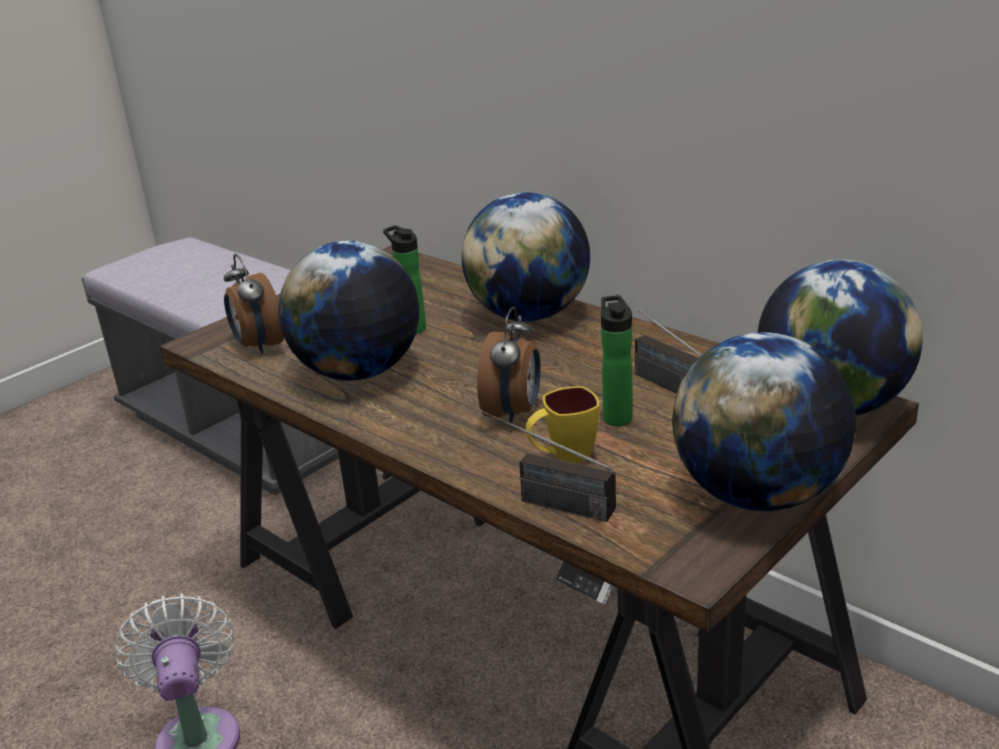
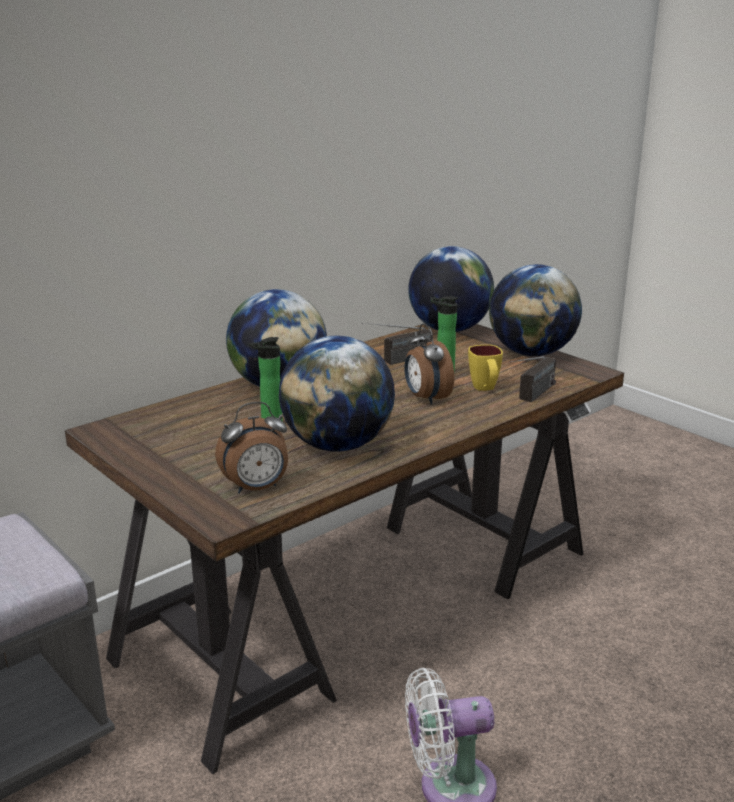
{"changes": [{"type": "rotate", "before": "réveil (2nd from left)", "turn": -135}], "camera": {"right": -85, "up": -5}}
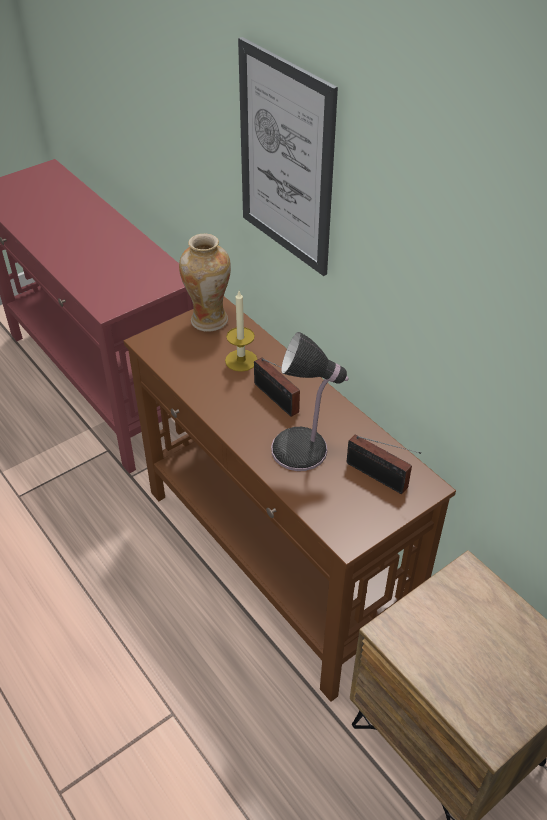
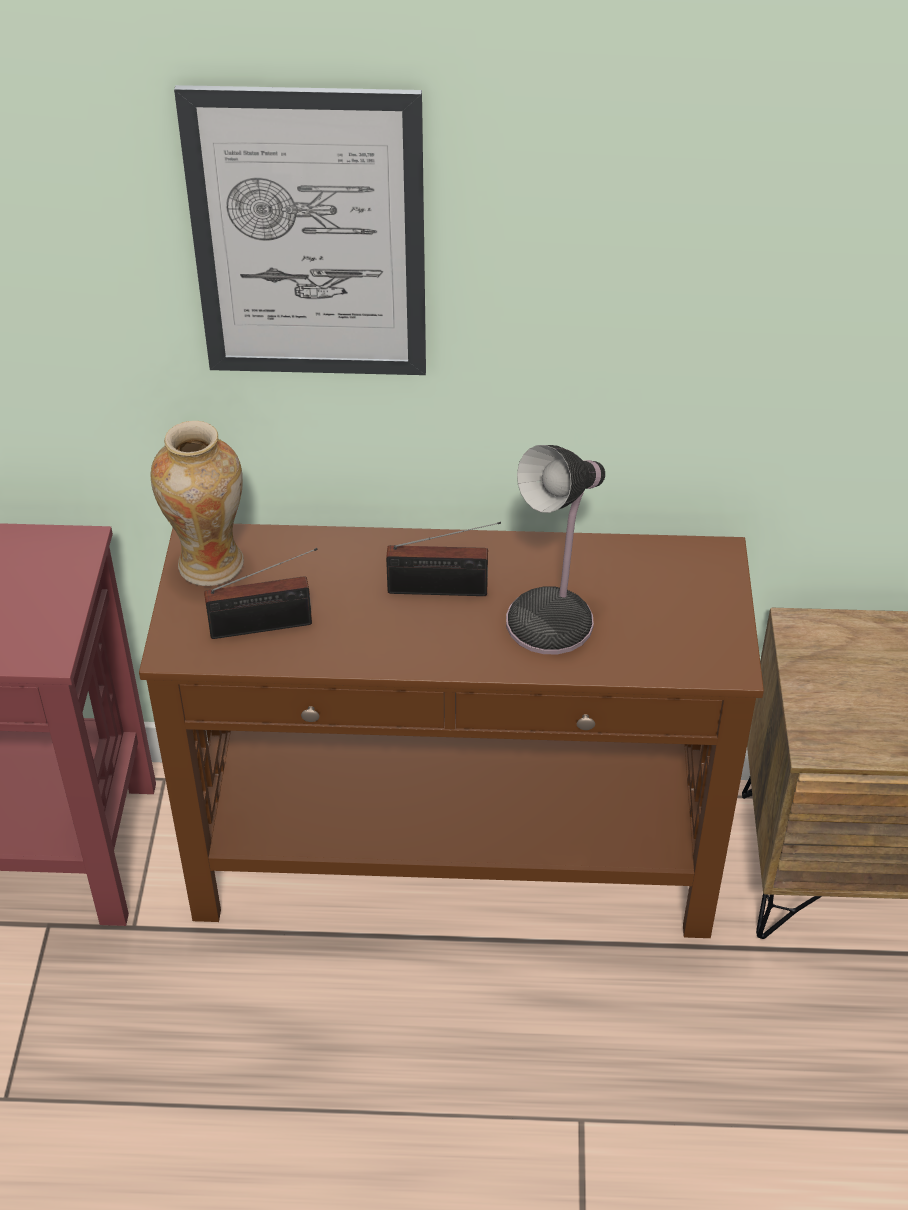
{"changes": [{"type": "delete", "before": "bougie"}, {"type": "move", "before": "radio (2nd from left in the first image)", "after": "radio (1st from left)"}], "camera": {"right": -50, "up": 0}}
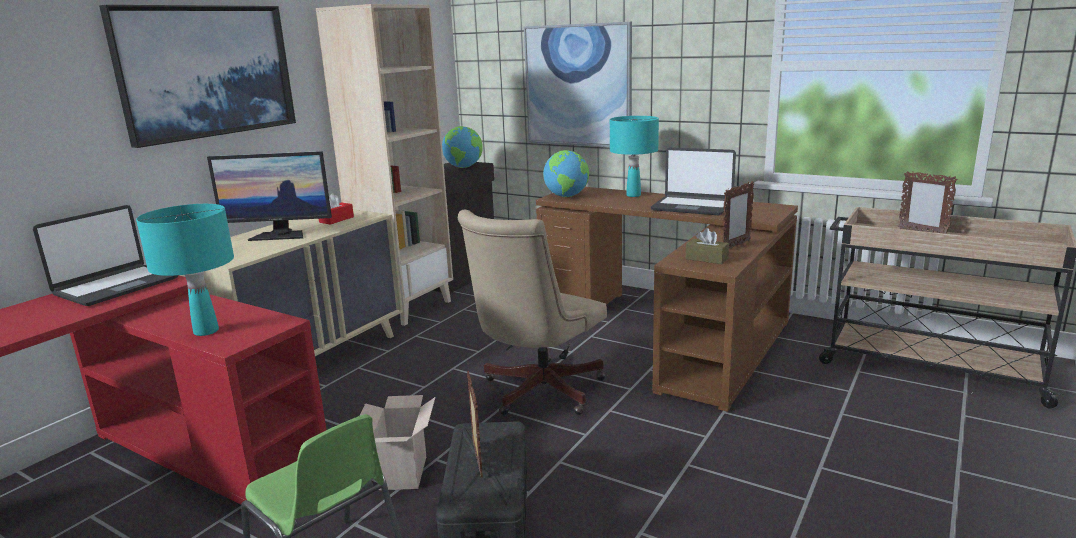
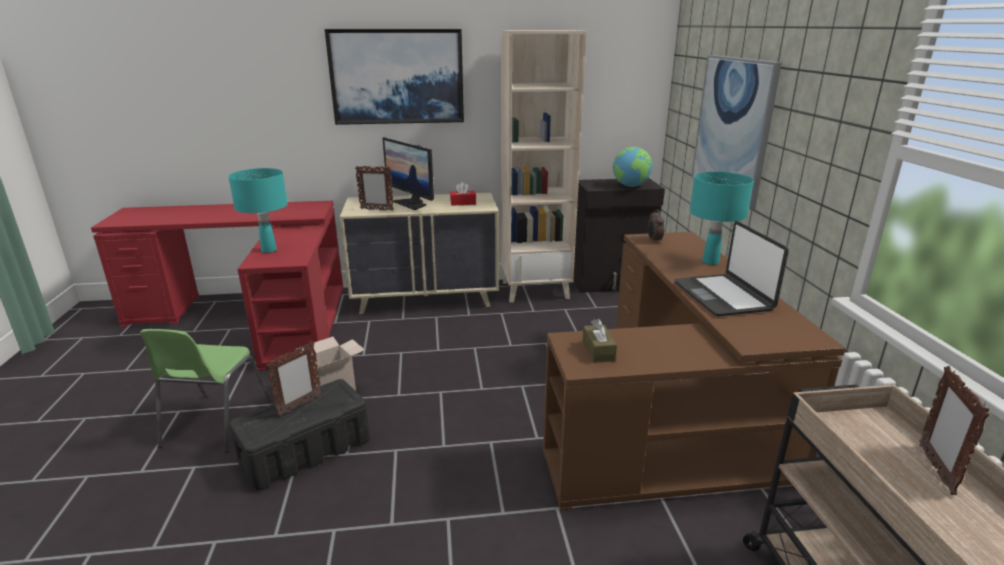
{"changes": [{"type": "replace", "before": "globe (2nd from left)", "after": "réveil"}, {"type": "move", "before": "cadre photo (2nd from left)"}, {"type": "delete", "before": "ordinateur portable (1st from left)"}, {"type": "delete", "before": "chaise de bureau/beige"}], "camera": {"right": 50, "up": 5}}
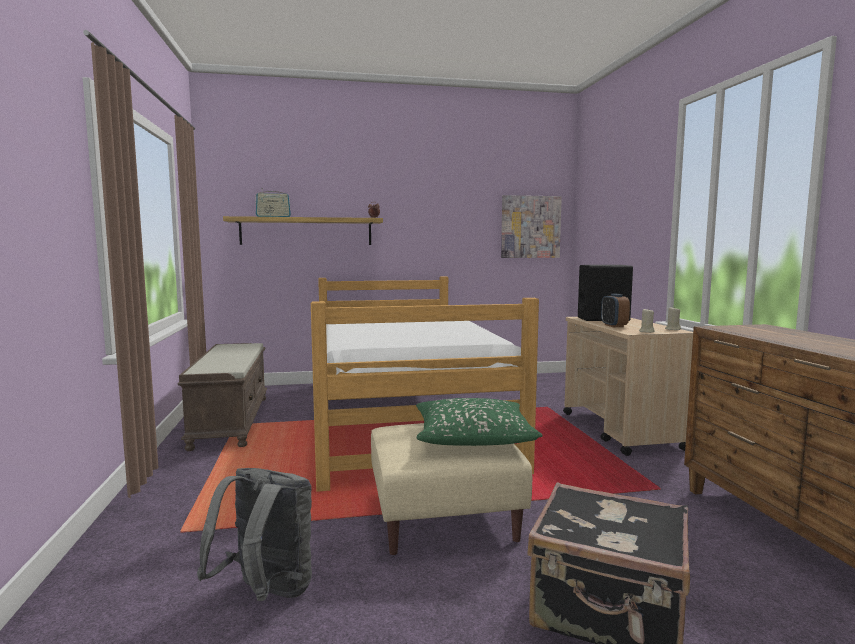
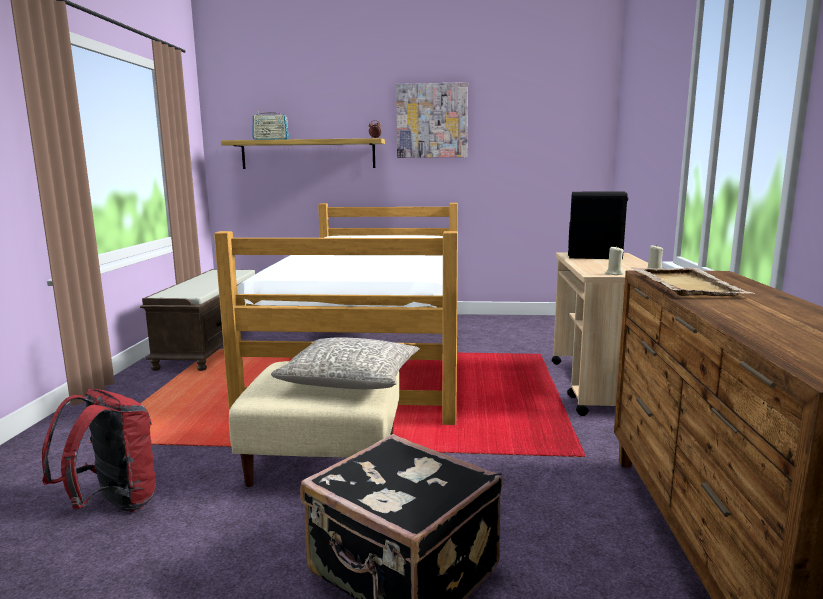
{"changes": [{"type": "move", "before": "tableau"}, {"type": "delete", "before": "réveil (2nd from left)"}, {"type": "recolor", "before": "coussin/vert", "after": "coussin/gris"}, {"type": "recolor", "before": "sac à dos/gris", "after": "sac à dos/rouge"}, {"type": "insert", "after": "plateau/beige"}], "camera": {"right": 15, "up": 5}}
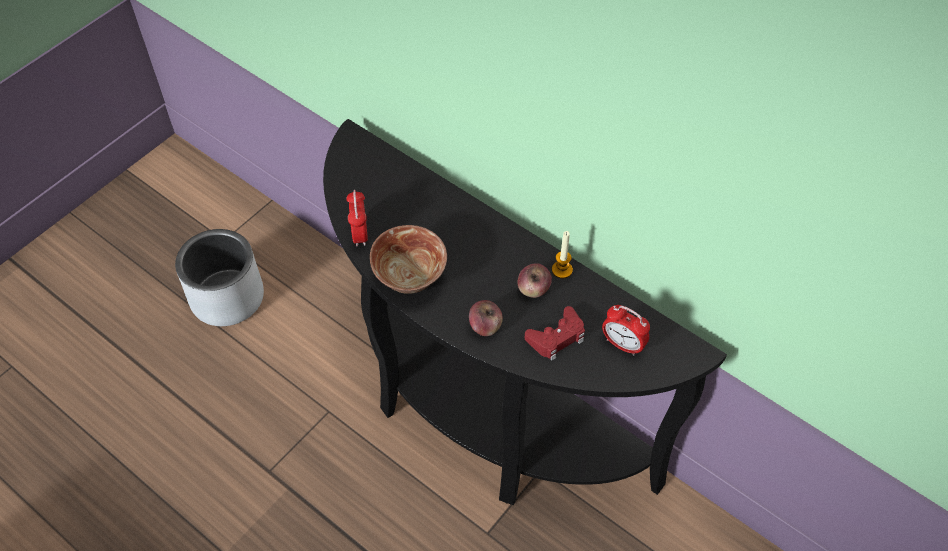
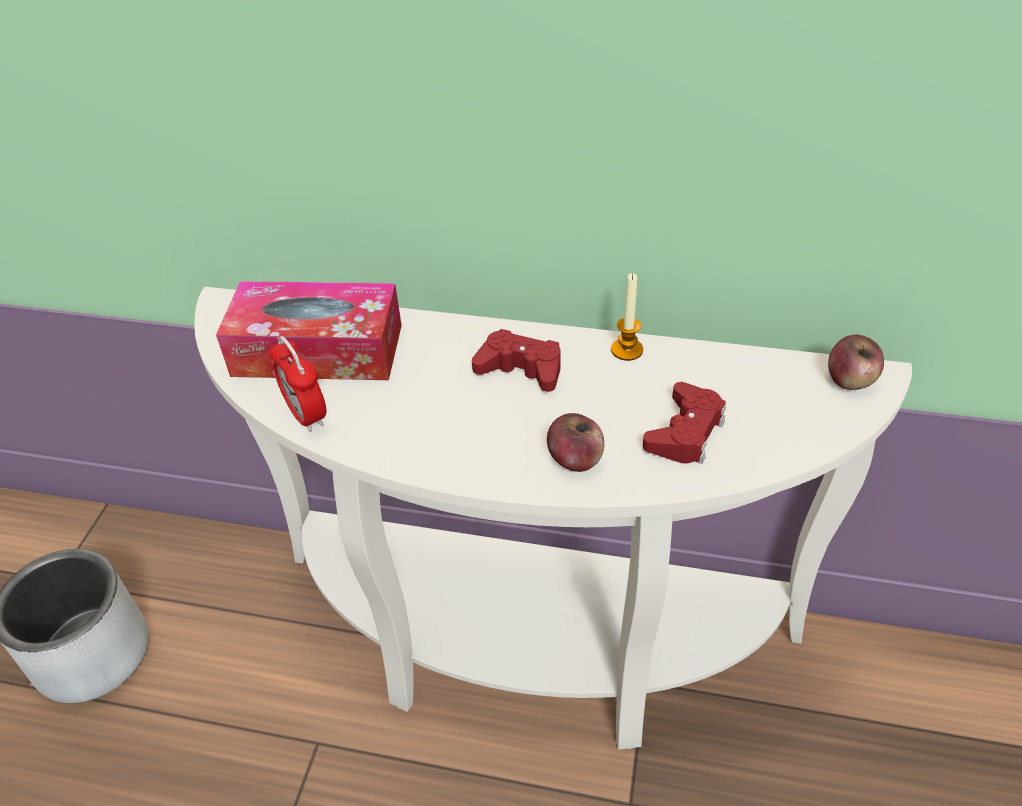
{"changes": [{"type": "recolor", "before": "table console/noir", "after": "table console/blanc"}, {"type": "delete", "before": "bol"}, {"type": "move", "before": "pomme (2nd from left)"}, {"type": "delete", "before": "réveil (2nd from left)"}, {"type": "insert", "after": "boîte à mouchoirs"}, {"type": "insert", "after": "manette/rouge (1st from left)"}], "camera": {"right": -25, "up": -10}}
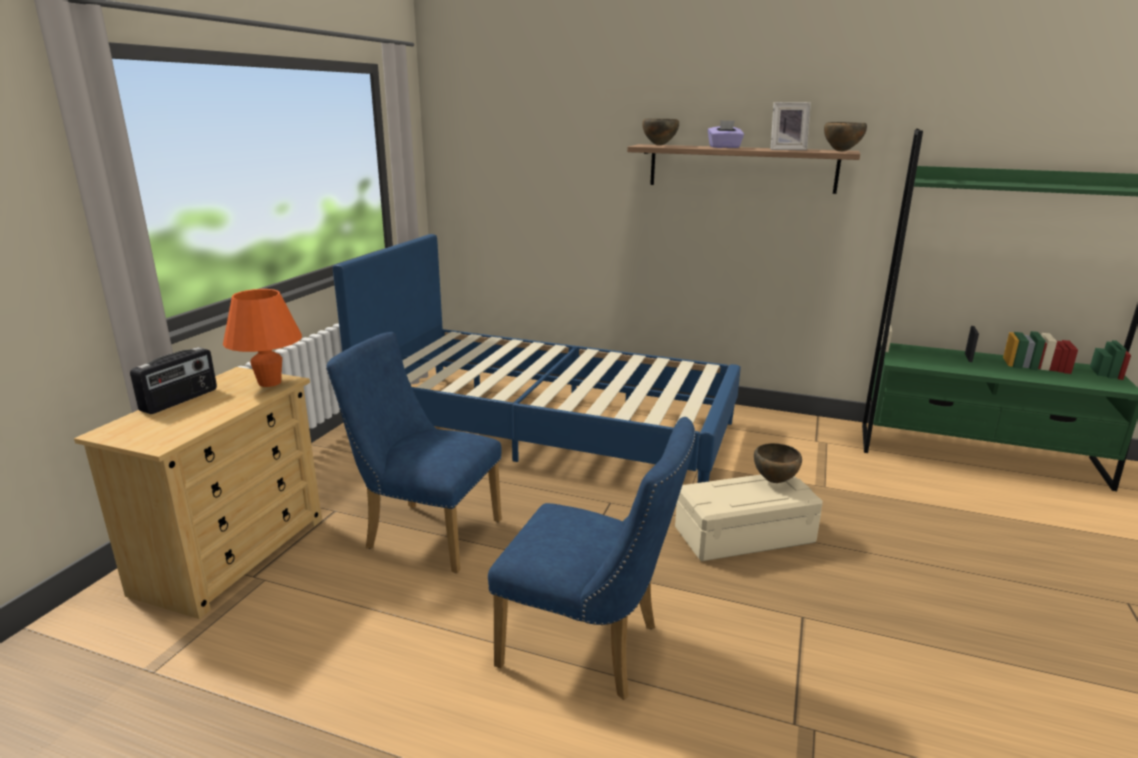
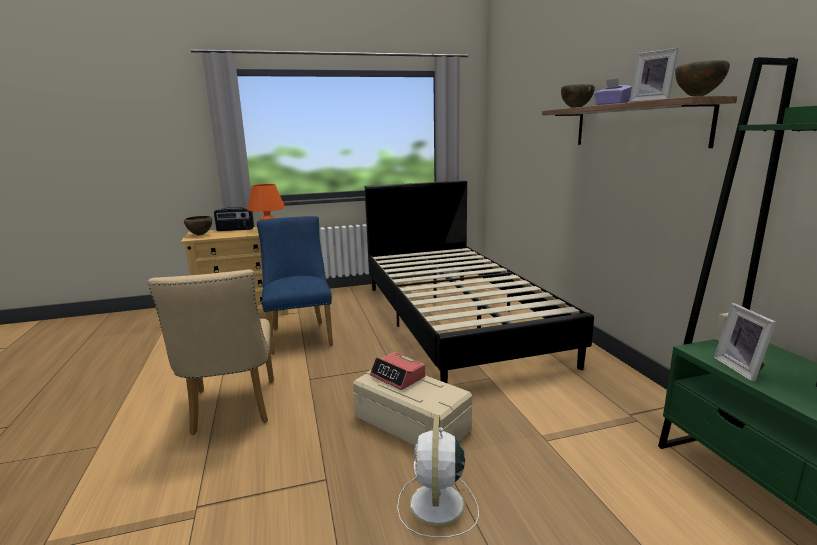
{"changes": [{"type": "recolor", "before": "lit/bleu", "after": "lit/noir"}, {"type": "recolor", "before": "chaise/bleu (2nd from left)", "after": "chaise/beige"}, {"type": "move", "before": "bol/marron (2nd from left in the first image)", "after": "bol/marron (1st from left)"}, {"type": "insert", "after": "cadre photo (2nd from left)"}, {"type": "insert", "after": "réveil"}, {"type": "insert", "after": "ventilateur/blanc"}], "camera": {"right": 55, "up": -5}}
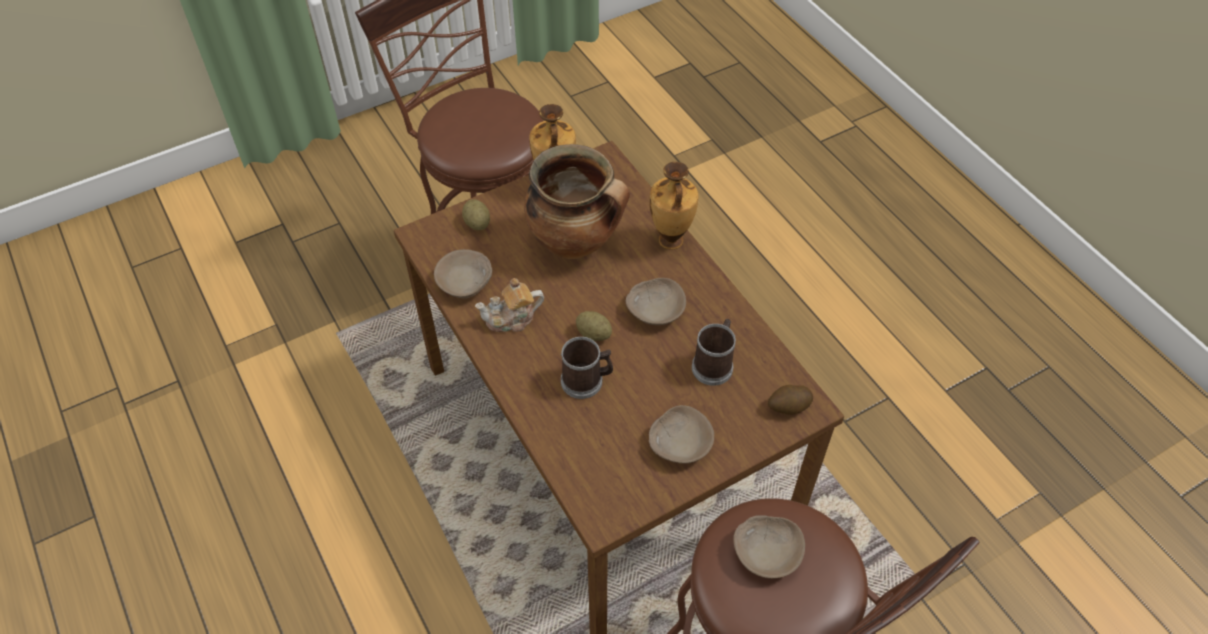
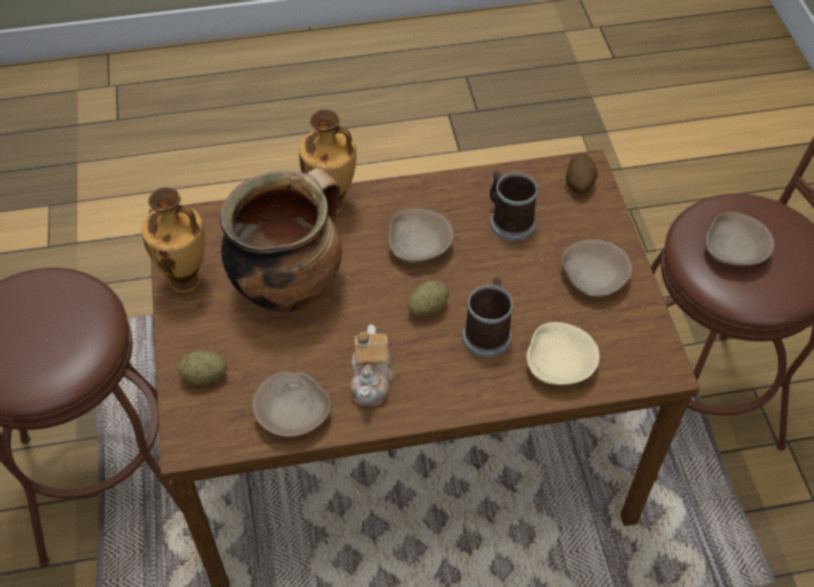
{"changes": [{"type": "insert", "after": "bol/beige (3rd from left)"}], "camera": {"right": -70, "up": 0}}
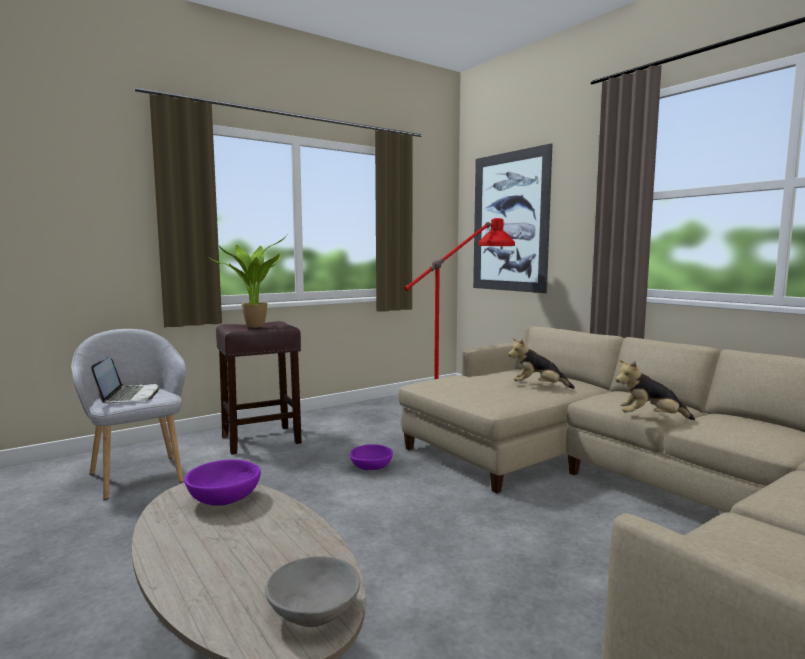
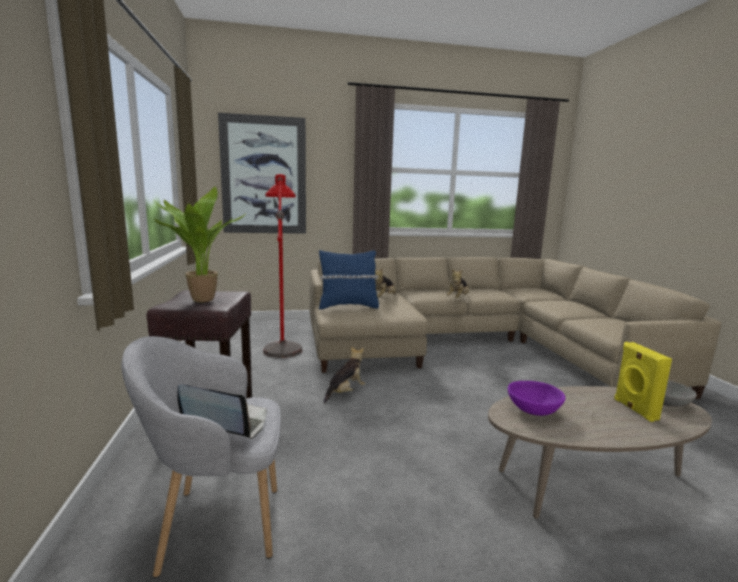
{"changes": [{"type": "replace", "before": "bol/violet (2nd from left)", "after": "peluche (1st from left)"}, {"type": "insert", "after": "coussin/bleu"}, {"type": "insert", "after": "enceinte/jaune"}], "camera": {"right": -65, "up": 5}}
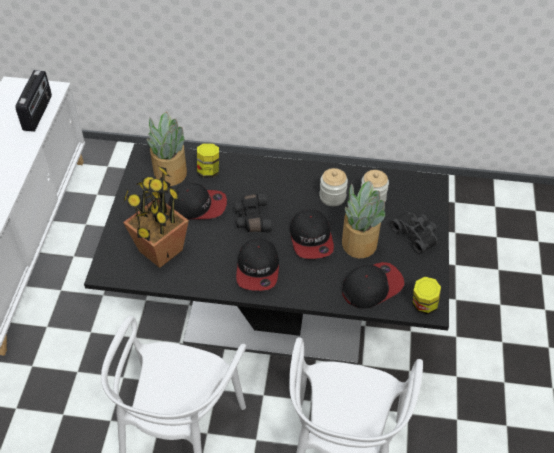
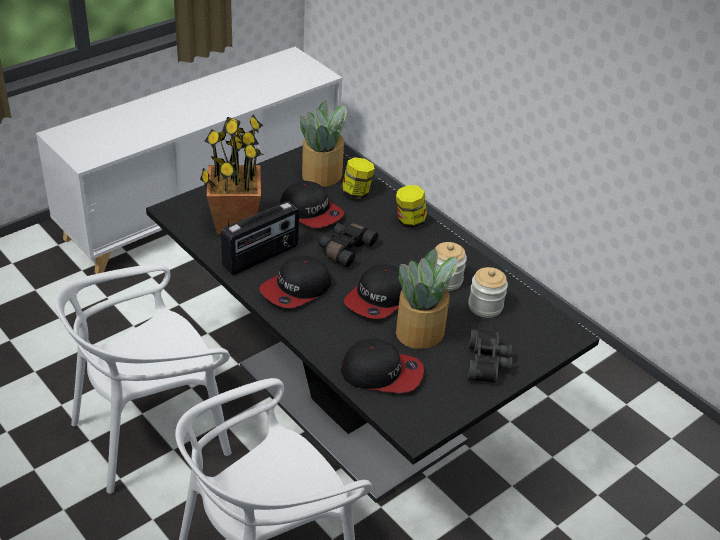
{"changes": [{"type": "move", "before": "radio"}, {"type": "move", "before": "bocal (4th from left in the first image)", "after": "bocal (2nd from left)"}], "camera": {"right": 40, "up": -10}}
